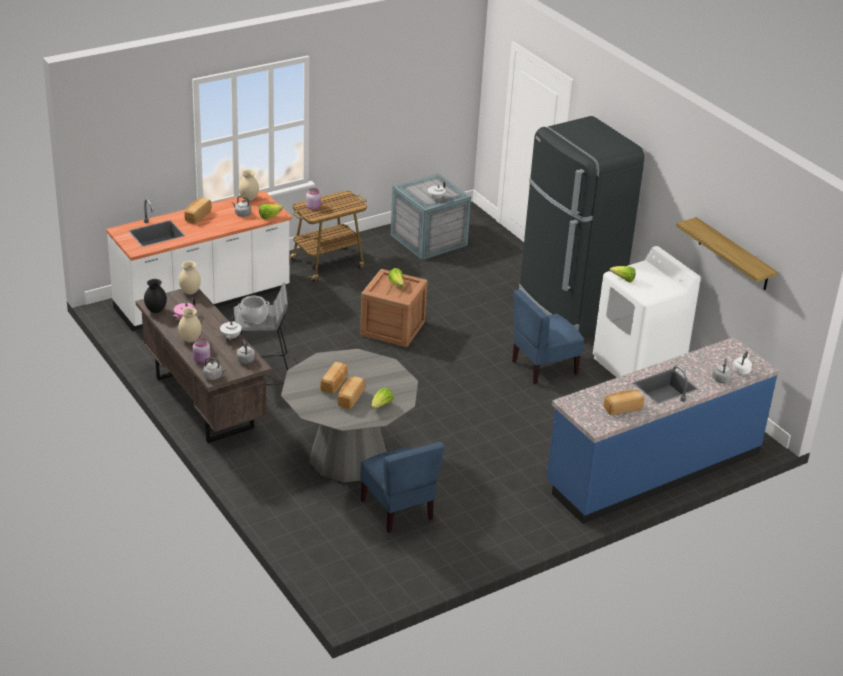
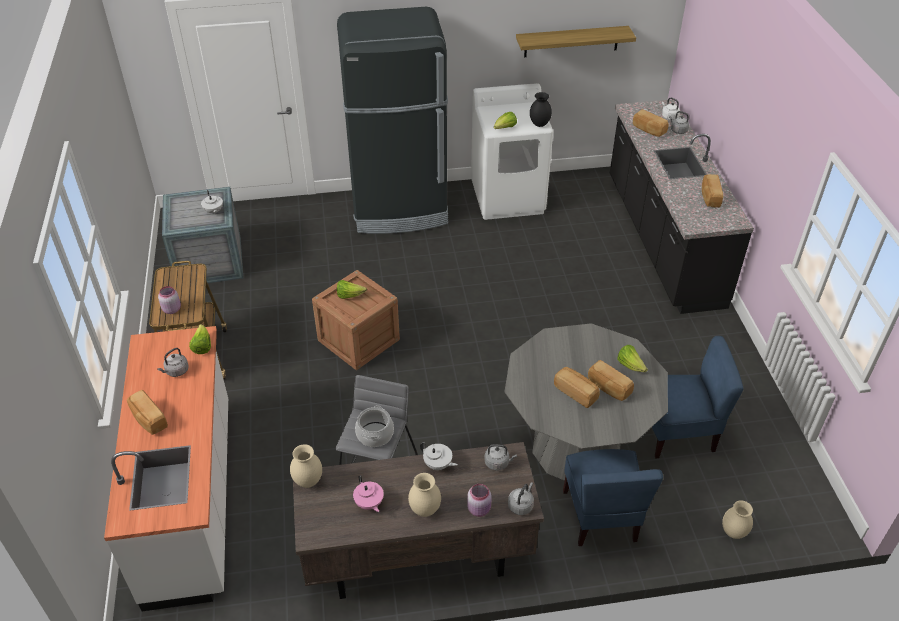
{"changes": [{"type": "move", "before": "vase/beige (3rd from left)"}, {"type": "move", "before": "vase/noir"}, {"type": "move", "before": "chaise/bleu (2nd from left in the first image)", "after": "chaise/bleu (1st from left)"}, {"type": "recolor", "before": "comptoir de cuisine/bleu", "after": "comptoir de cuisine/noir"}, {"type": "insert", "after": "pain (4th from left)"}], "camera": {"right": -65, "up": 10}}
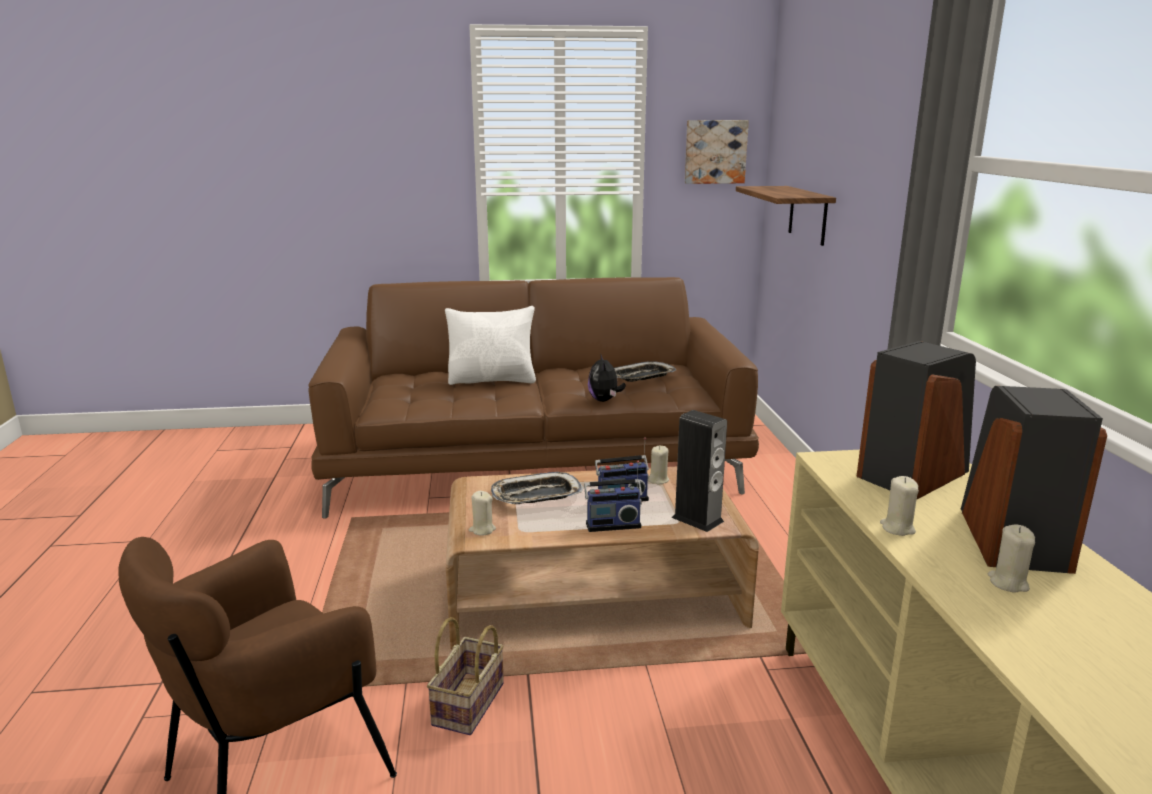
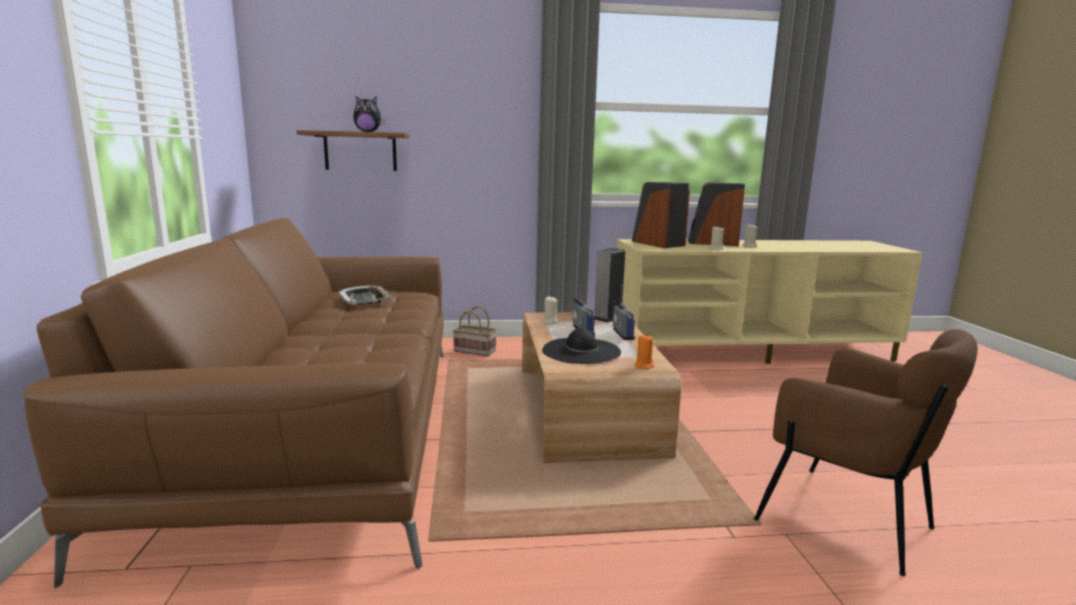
{"changes": [{"type": "delete", "before": "tableau"}, {"type": "delete", "before": "coussin/blanc"}, {"type": "move", "before": "peluche"}, {"type": "replace", "before": "plateau (1st from left)", "after": "chapeau/noir"}, {"type": "recolor", "before": "bougie/beige (1st from left)", "after": "bougie/orange"}, {"type": "move", "before": "panier"}], "camera": {"right": -90, "up": -5}}
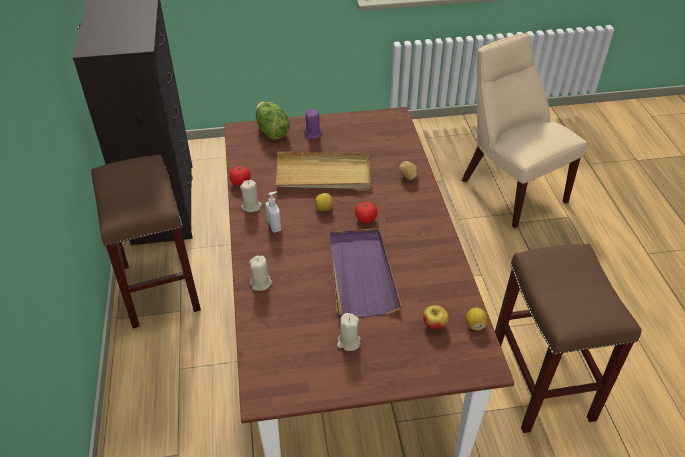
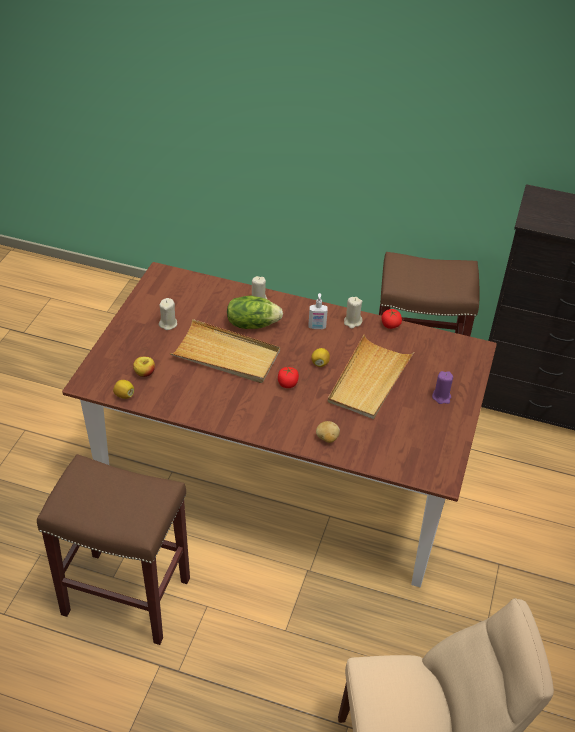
{"changes": [{"type": "move", "before": "laitue"}, {"type": "recolor", "before": "plateau/violet", "after": "plateau/beige (1st from left)"}], "camera": {"right": 115, "up": 0}}
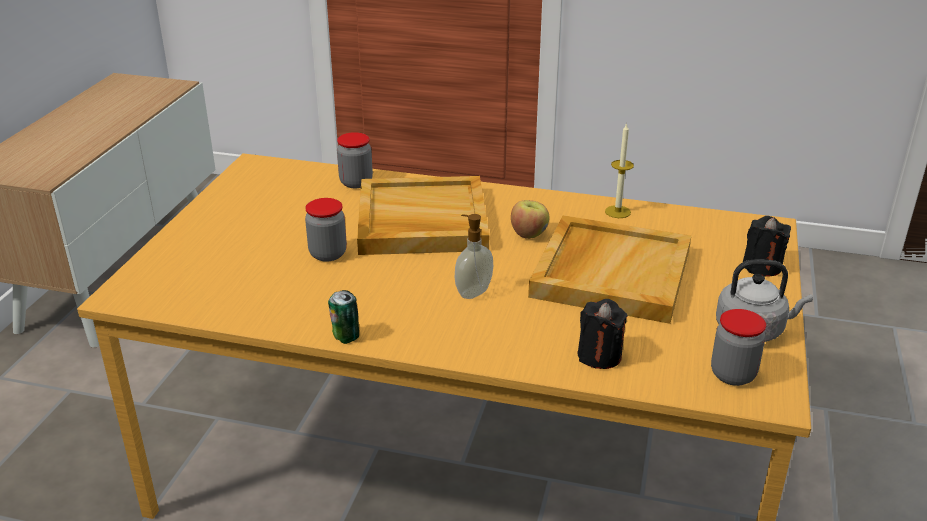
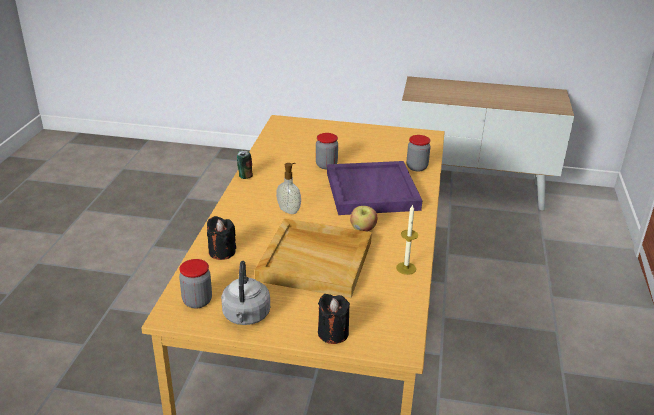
{"changes": [{"type": "recolor", "before": "plateau/beige (1st from left)", "after": "plateau/violet"}], "camera": {"right": 85, "up": 0}}
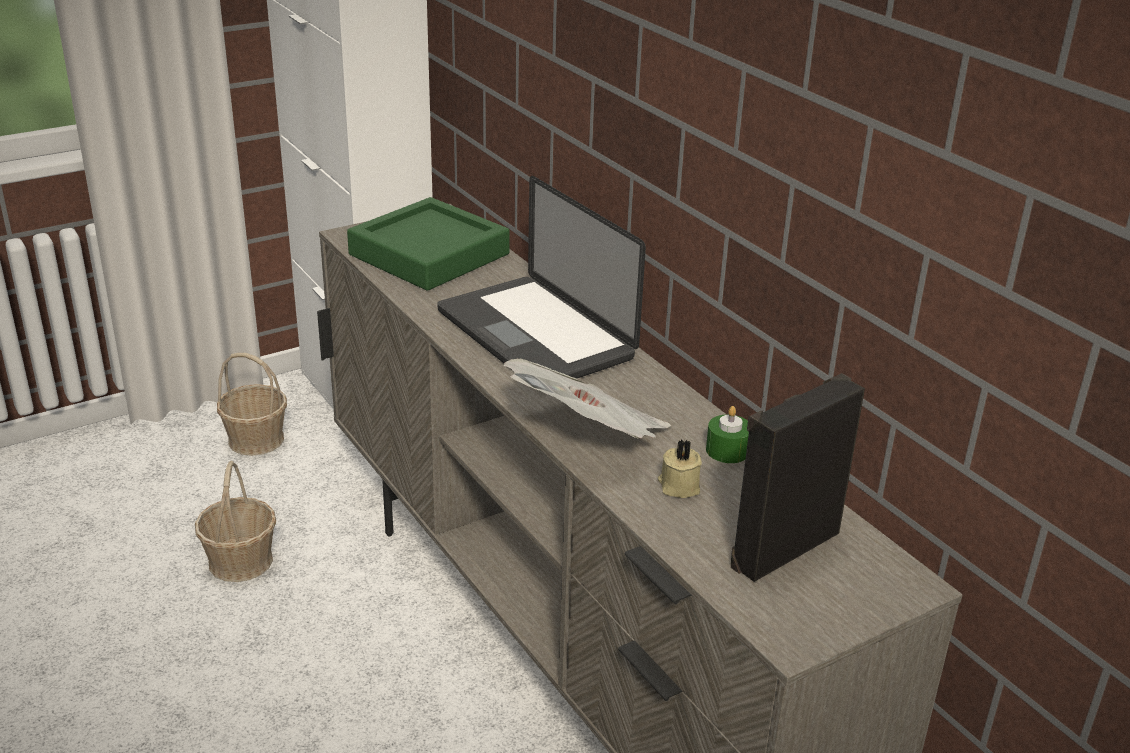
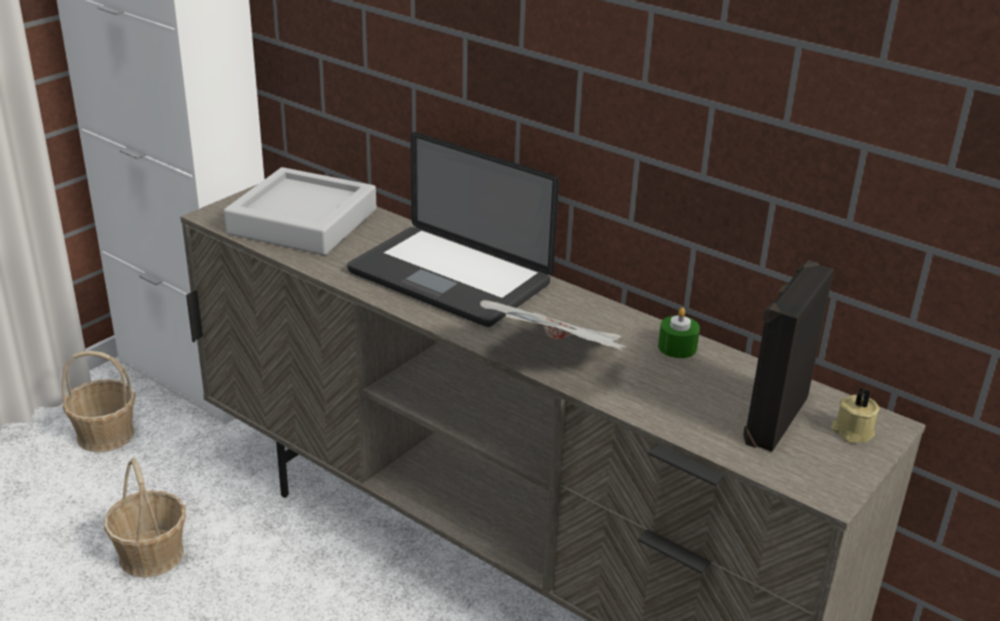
{"changes": [{"type": "recolor", "before": "plateau/vert", "after": "plateau/gris"}, {"type": "move", "before": "bougie/beige"}], "camera": {"right": -20, "up": 0}}
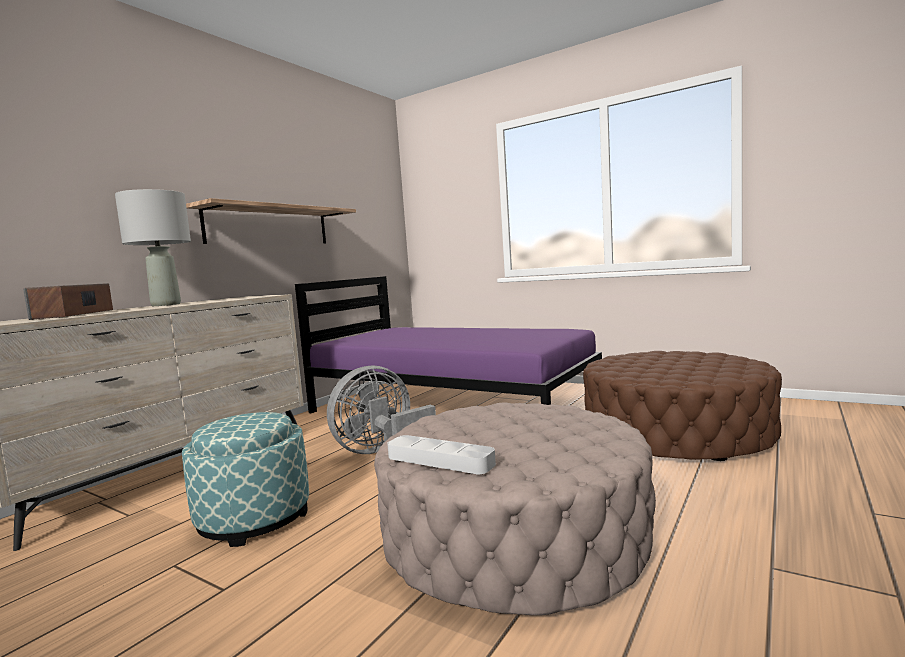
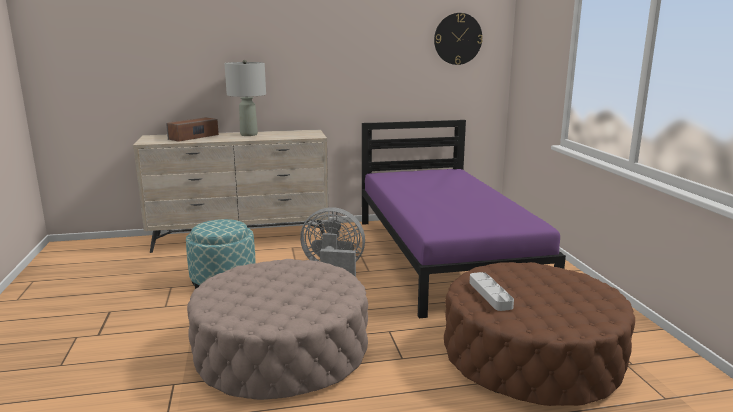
{"changes": [{"type": "delete", "before": "étagère"}, {"type": "move", "before": "plateau/gris"}, {"type": "insert", "after": "horloge murale"}], "camera": {"right": 45, "up": 10}}
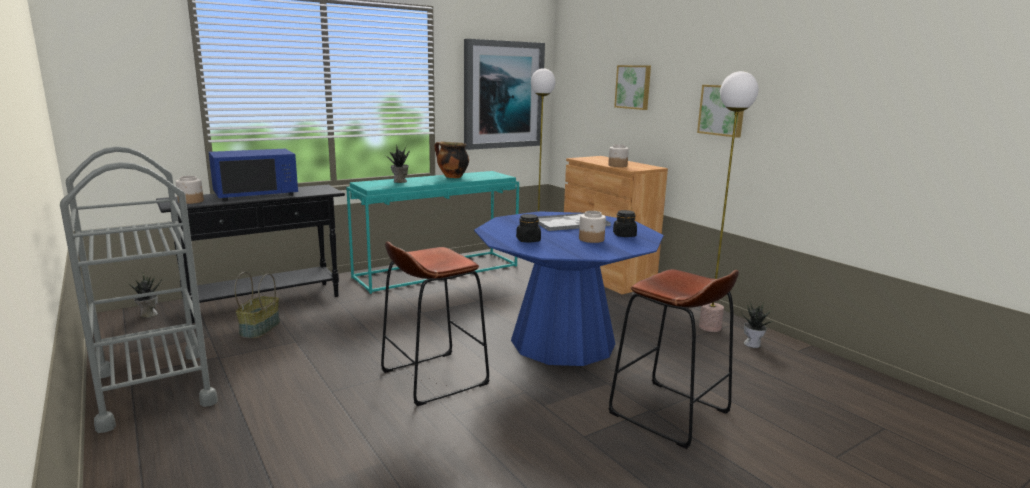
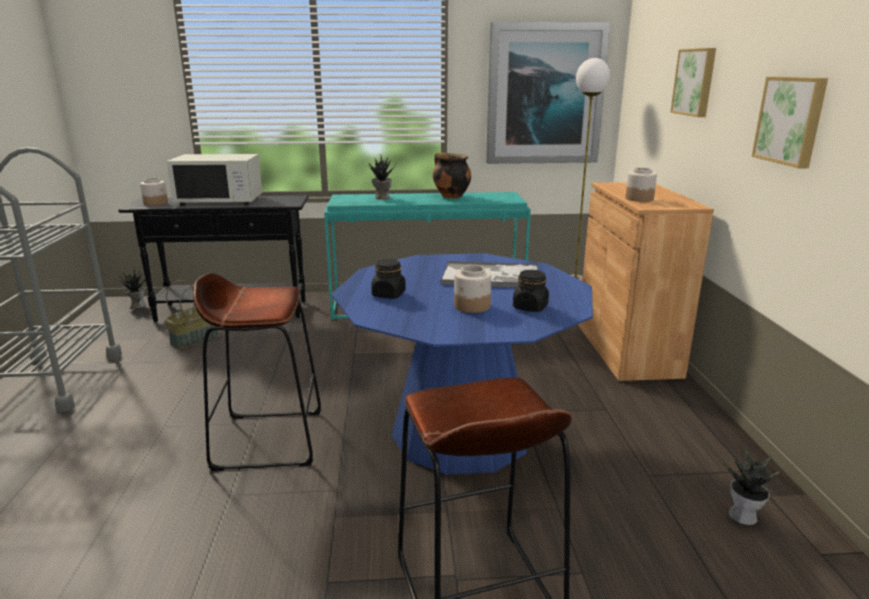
{"changes": [{"type": "delete", "before": "lampadaire (2nd from left)"}, {"type": "recolor", "before": "micro-ondes/bleu", "after": "micro-ondes/blanc"}], "camera": {"right": 30, "up": 5}}
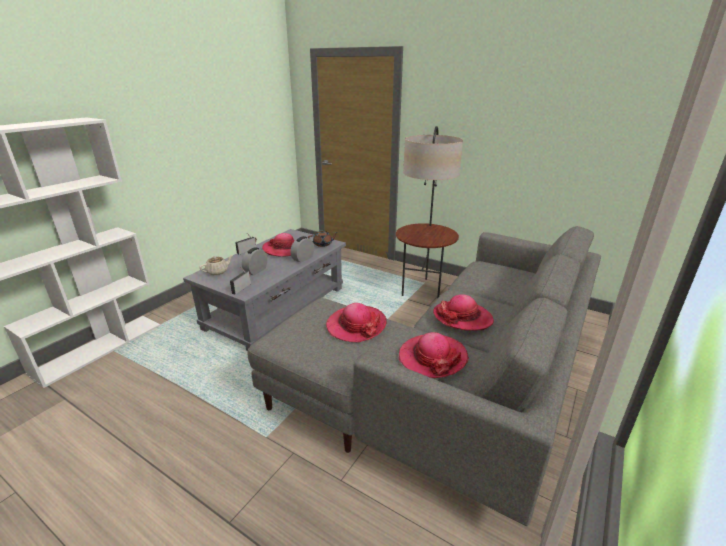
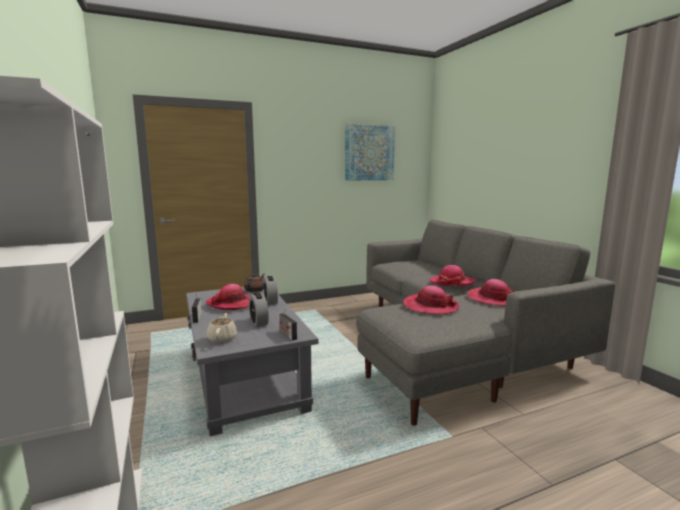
{"changes": [{"type": "delete", "before": "lampadaire"}, {"type": "insert", "after": "tableau"}], "camera": {"right": -55, "up": -15}}
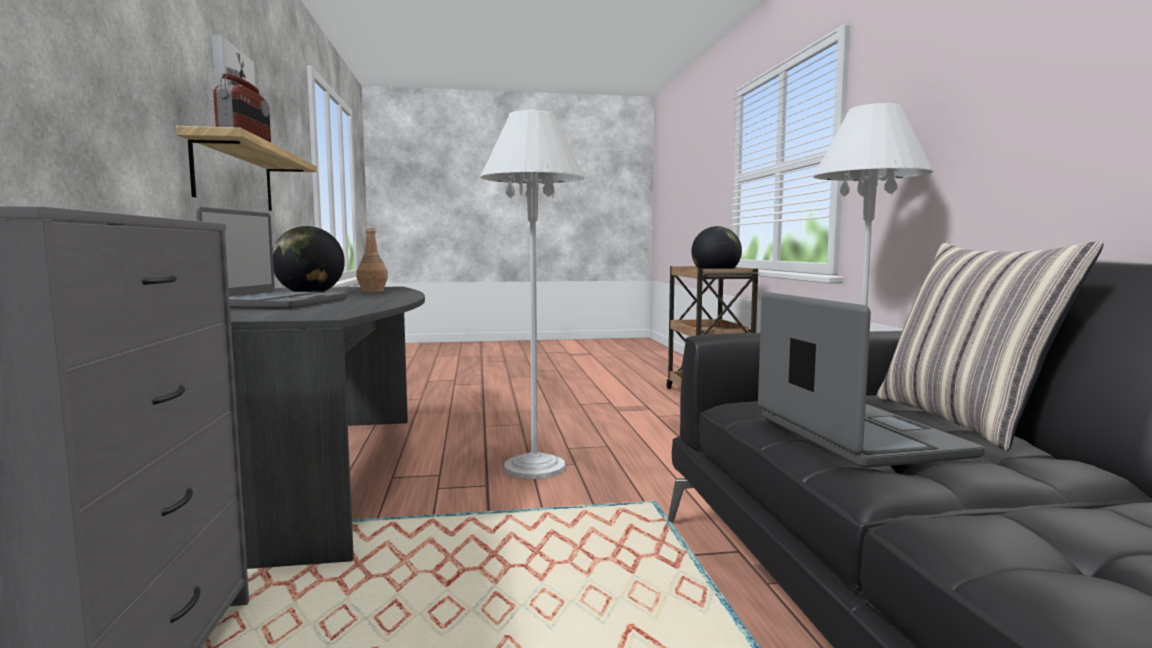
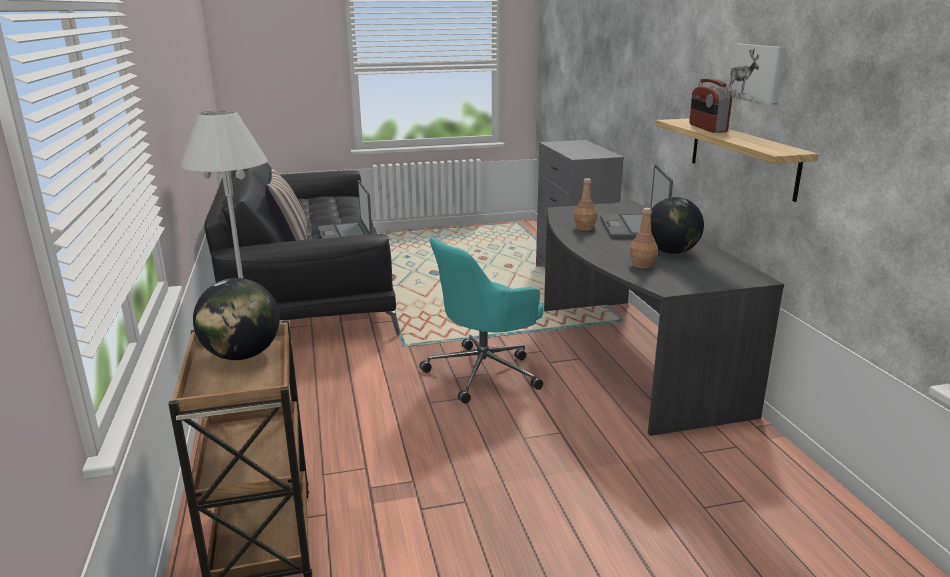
{"changes": [{"type": "replace", "before": "lampadaire/blanc (1st from left)", "after": "chaise de bureau/turquoise"}, {"type": "insert", "after": "bouteille/marron (1st from left)"}], "camera": {"right": 175, "up": 15}}
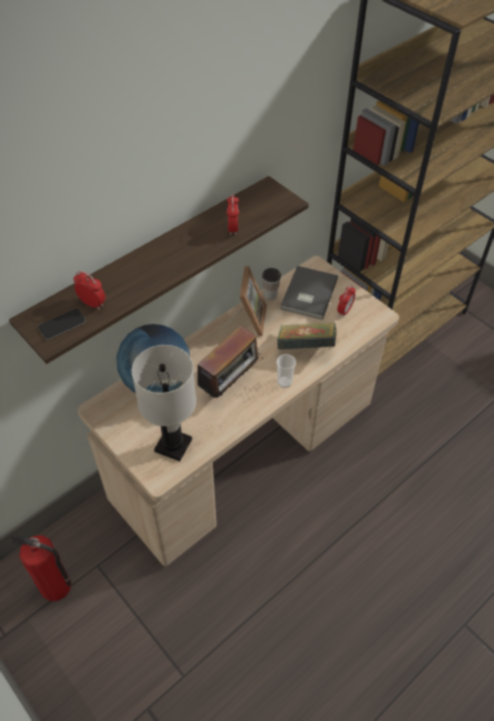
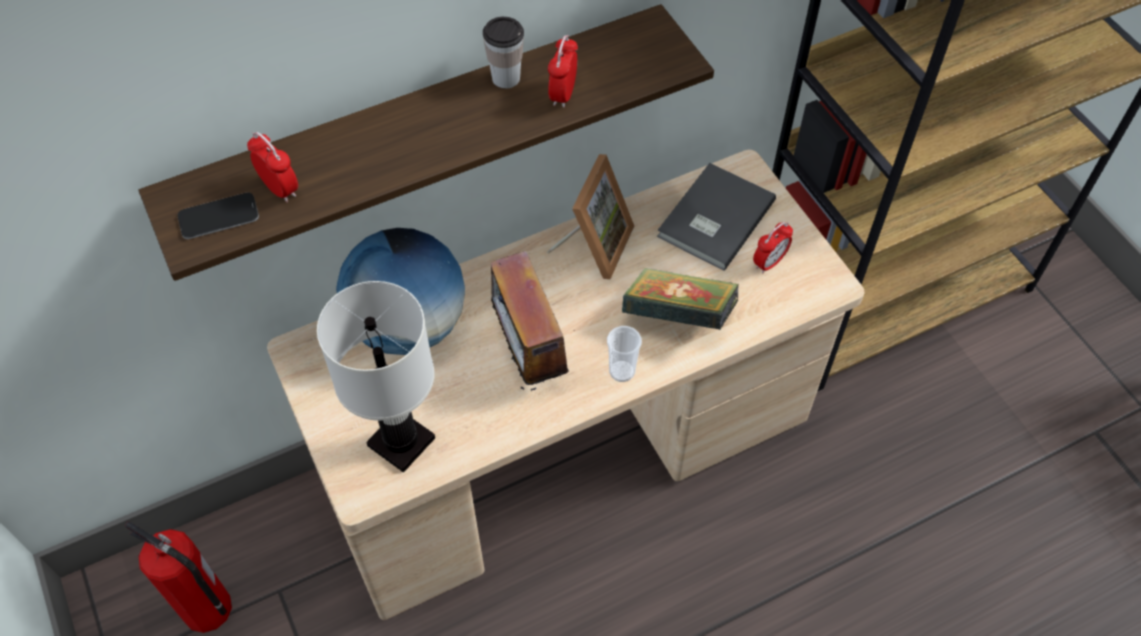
{"changes": [{"type": "move", "before": "tasse (1st from left)"}, {"type": "rotate", "before": "radio", "turn": 105}], "camera": {"right": 15, "up": 5}}
